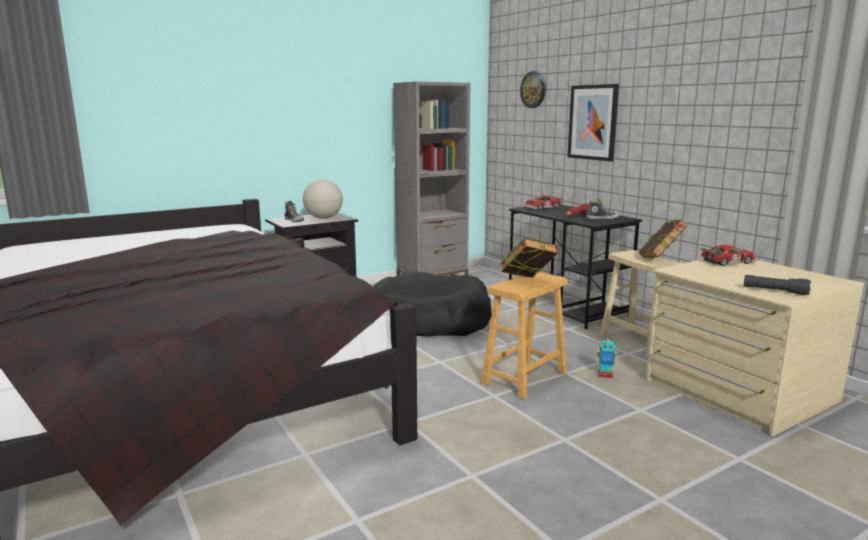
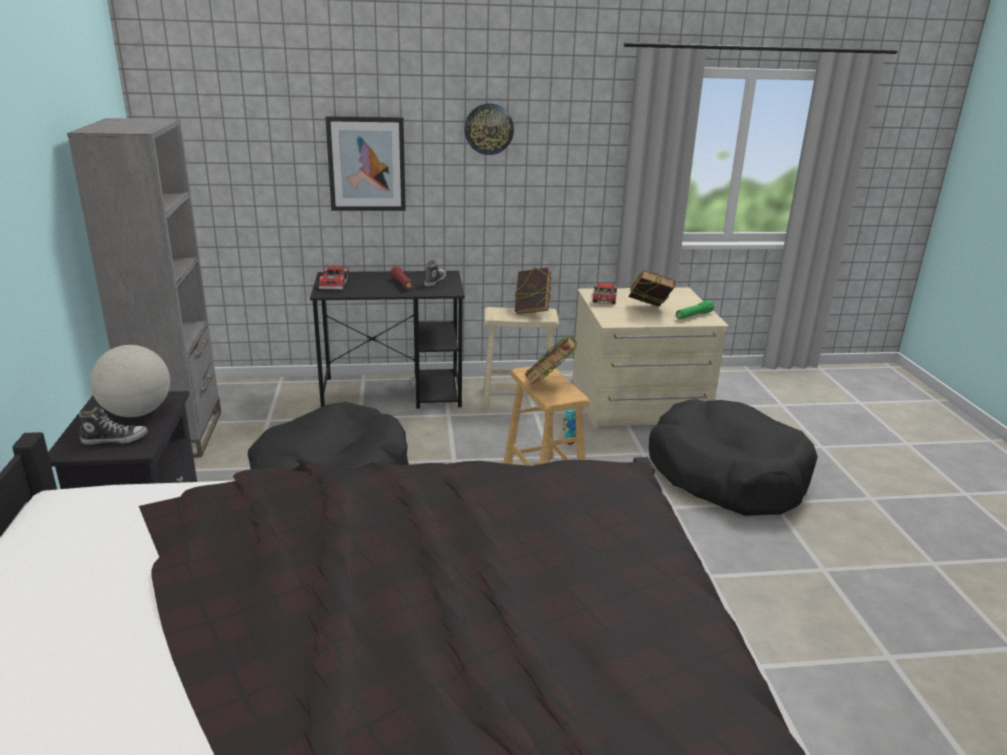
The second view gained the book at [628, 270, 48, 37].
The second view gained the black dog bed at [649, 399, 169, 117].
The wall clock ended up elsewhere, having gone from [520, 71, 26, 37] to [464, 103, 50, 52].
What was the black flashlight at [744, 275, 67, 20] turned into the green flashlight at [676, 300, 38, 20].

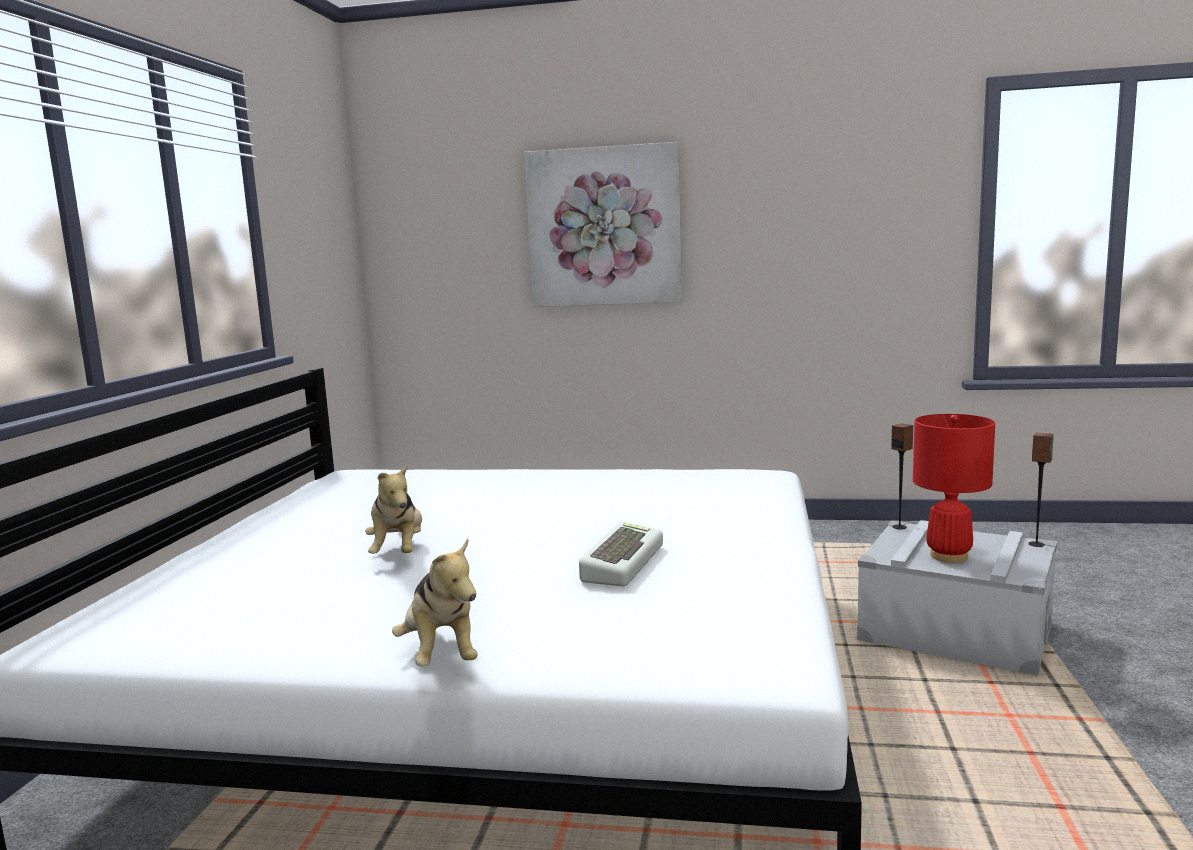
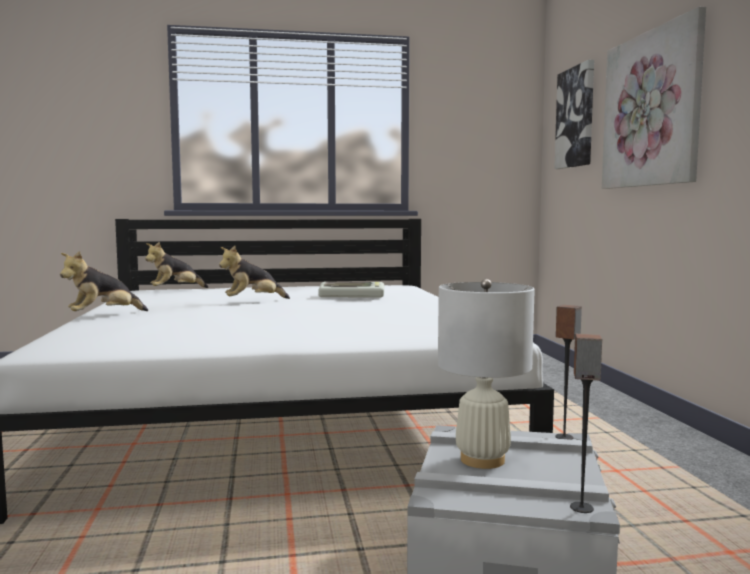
The second view gained the plush toy at [145, 242, 64, 46].
The second view gained the picture at [554, 60, 40, 109].
The keyboard ended up elsewhere, having gone from [579, 521, 84, 65] to [318, 282, 66, 15].
What was the red table lamp at [913, 414, 82, 149] turned into the white table lamp at [438, 279, 97, 190].

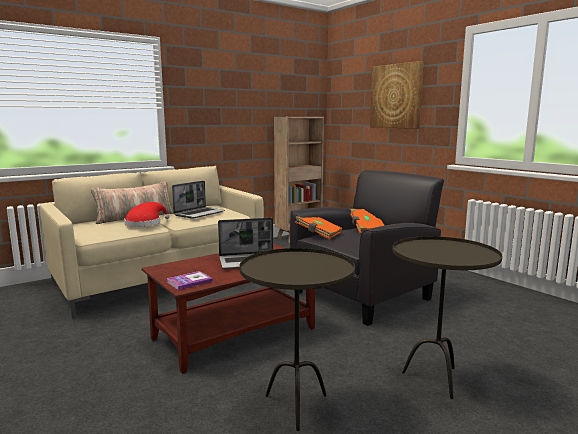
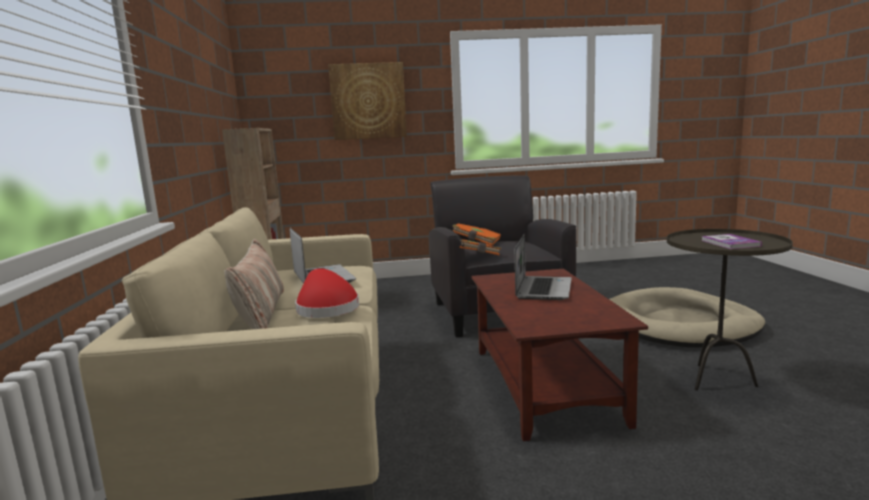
The book ended up elsewhere, having gone from [167, 271, 46, 19] to [702, 234, 60, 15].
Where the brown side table stood at [393, 236, 109, 163], the beige dog bed came to stand at [609, 287, 156, 61].

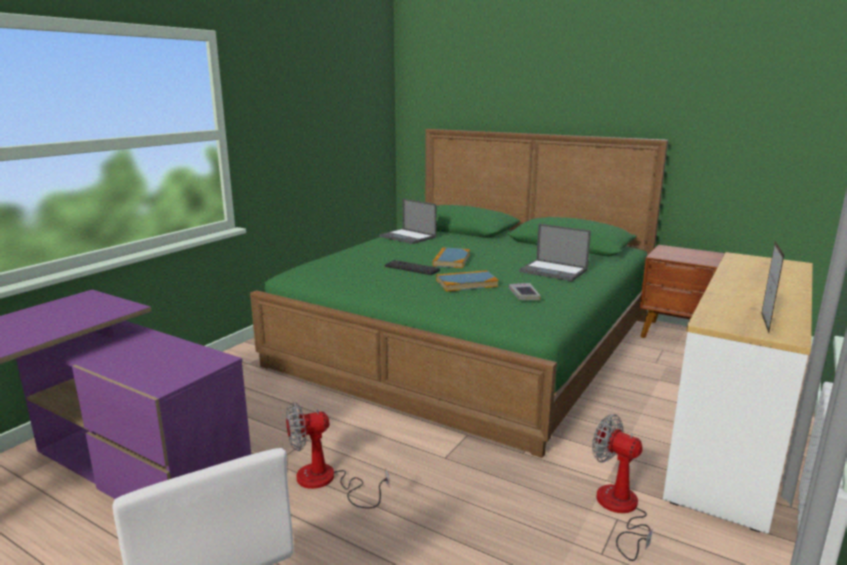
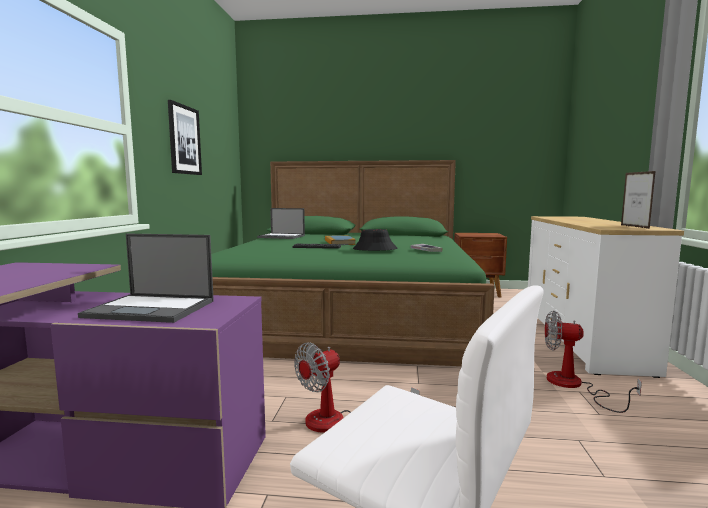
The second view gained the picture at [168, 100, 34, 75].
The laptop ended up elsewhere, having gone from [519, 224, 72, 57] to [78, 233, 136, 90].
Where the book stood at [436, 270, 63, 22], the black hat came to stand at [353, 229, 44, 22].

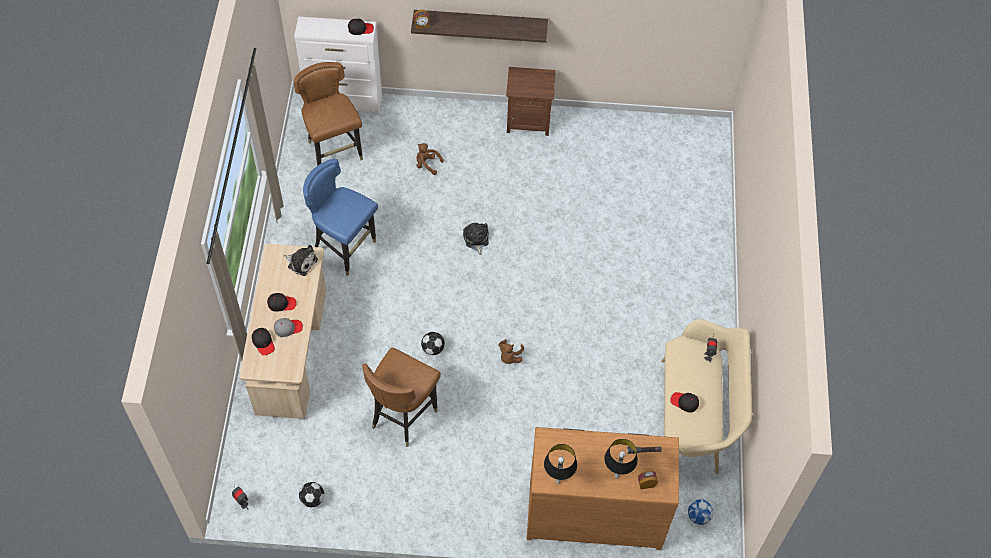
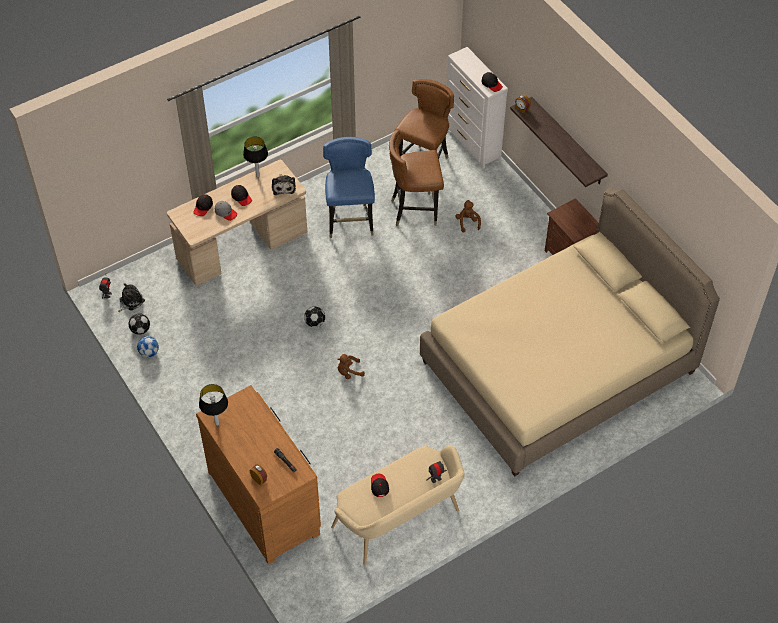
The second view gained the beige bed at [420, 188, 300, 288].
The brown chair ended up elsewhere, having gone from [362, 347, 79, 100] to [389, 130, 55, 96].
The plush toy ended up elsewhere, having gone from [463, 223, 26, 32] to [118, 283, 27, 29].
The table lamp ended up elsewhere, having gone from [604, 439, 34, 40] to [243, 136, 25, 41].
The football ended up elsewhere, having gone from [688, 499, 25, 26] to [137, 336, 22, 22].

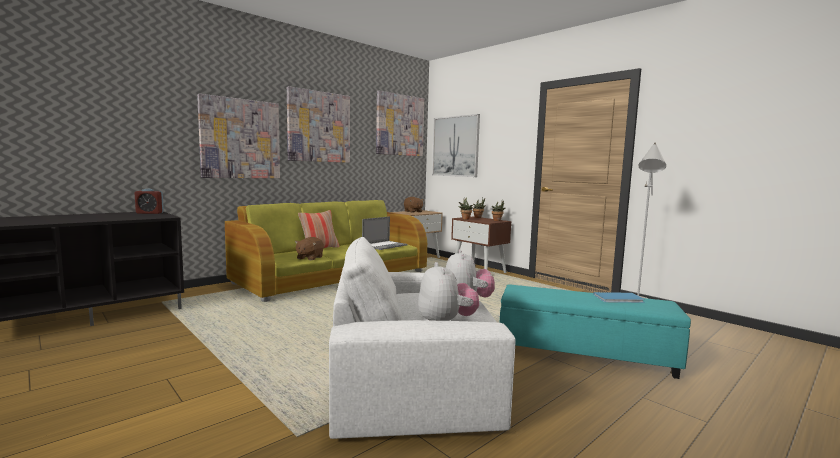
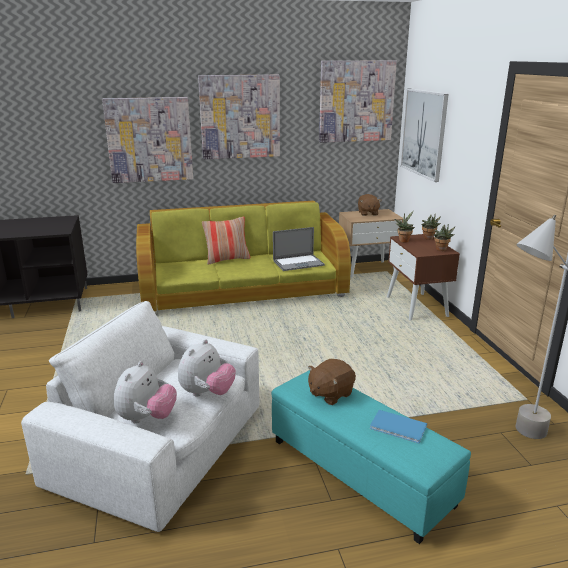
The second view lost the alarm clock at [135, 189, 29, 25].
The brown plush toy ended up elsewhere, having gone from [295, 237, 29, 23] to [308, 359, 48, 46].

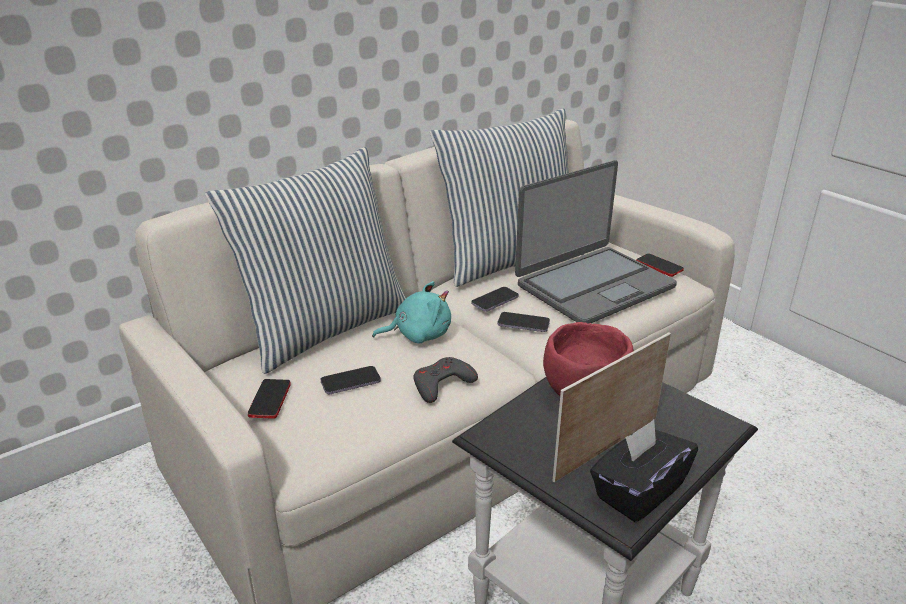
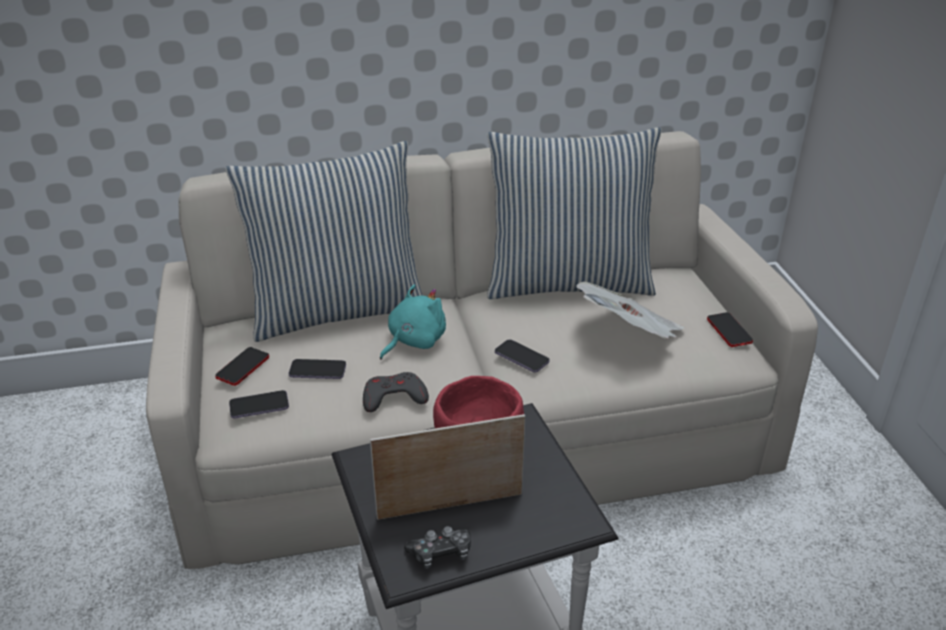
The phone ended up elsewhere, having gone from [471, 287, 48, 24] to [229, 390, 60, 28].
Where the laptop stood at [515, 160, 162, 164], the newspaper came to stand at [576, 282, 109, 57].
Where the black tissue box stood at [590, 420, 108, 102], the game controller came to stand at [404, 526, 67, 43].
The turquoise plush toy at [372, 281, 79, 62] ended up facing another way, 60 degrees counterclockwise from before.

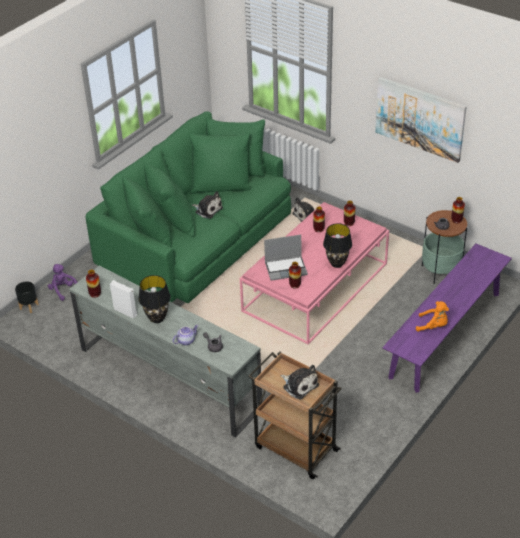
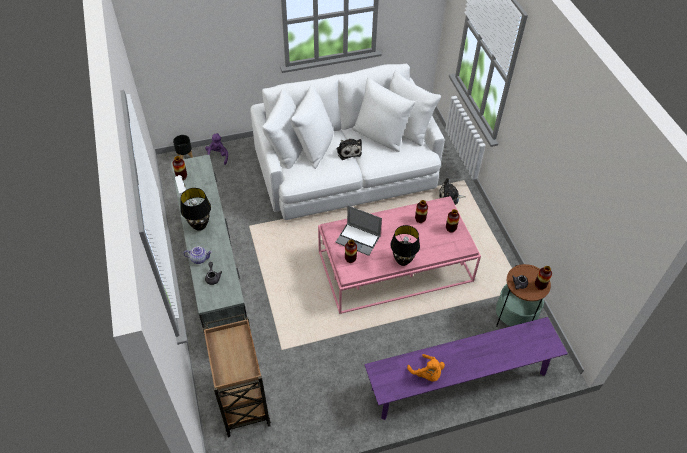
The second view lost the plush toy at [280, 365, 39, 35].
The second view lost the picture at [375, 77, 92, 86].
What was the green sofa at [86, 111, 205, 192] turned into the white sofa at [250, 64, 195, 156].

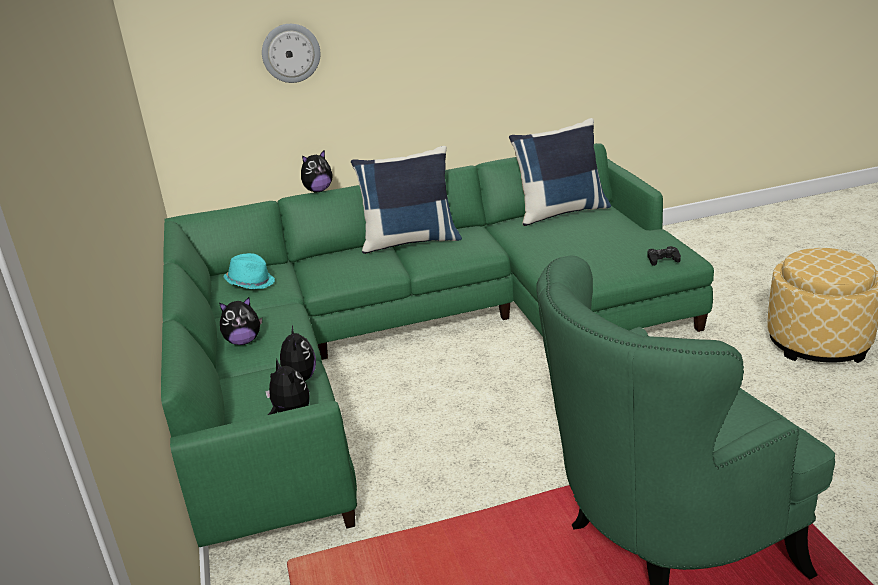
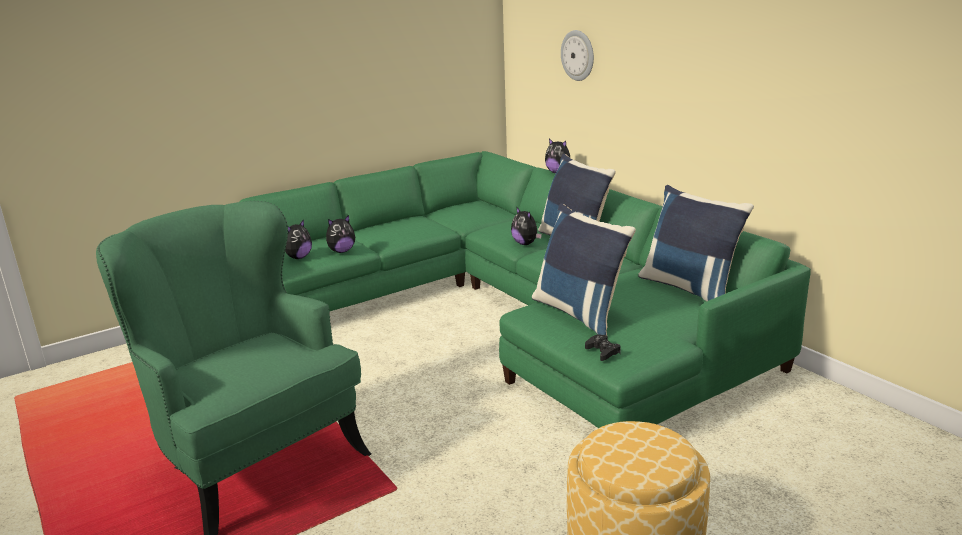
The second view lost the turquoise hat at [224, 253, 51, 36].
The second view gained the blue pillow at [532, 203, 104, 133].
The plush toy ended up elsewhere, having gone from [219, 297, 43, 48] to [511, 207, 31, 38].

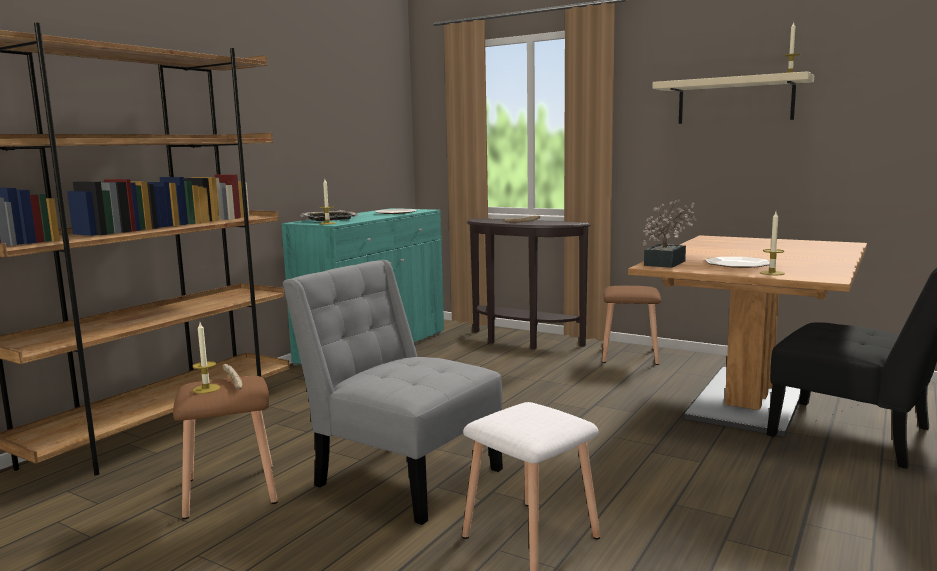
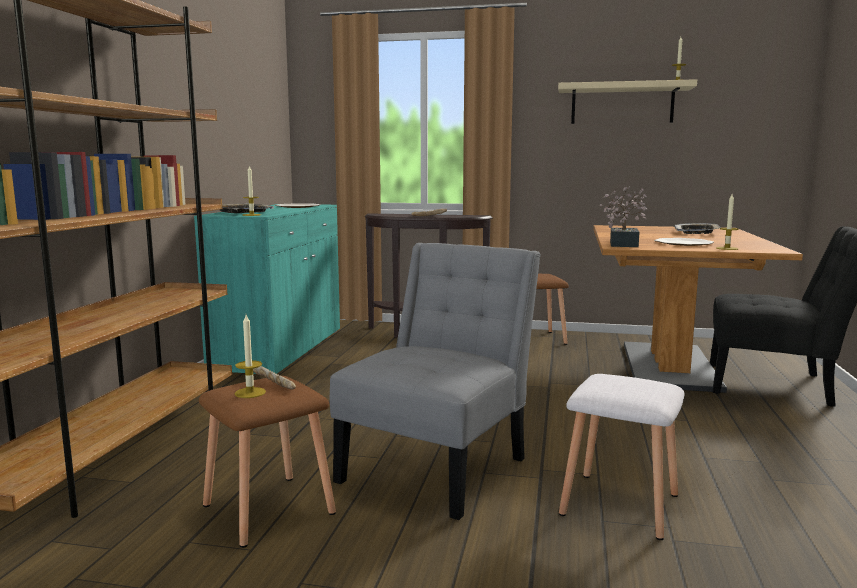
The second view gained the tray at [674, 223, 47, 11].
The grey chair at [283, 260, 220, 265] ended up facing another way, 105 degrees clockwise from before.

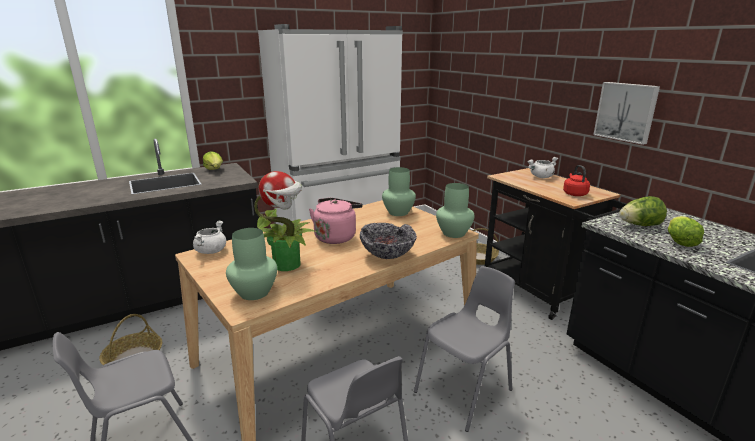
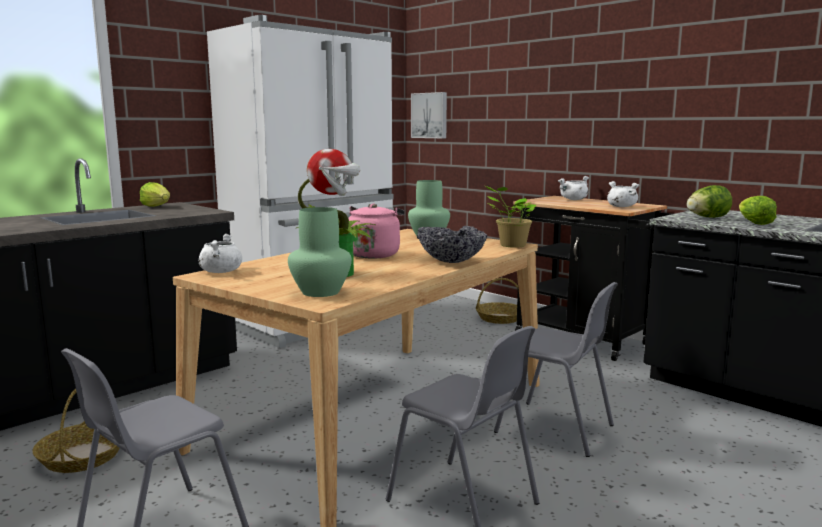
The picture ended up elsewhere, having gone from [593, 82, 67, 63] to [411, 92, 36, 46].
Where the green vase stood at [436, 183, 39, 55], the potted plant came to stand at [485, 186, 51, 62].
Where the red kettle stood at [563, 165, 27, 31], the white cooking pot came to stand at [607, 181, 33, 26].
The grey chair at [414, 266, 101, 166] ended up facing another way, 90 degrees clockwise from before.

